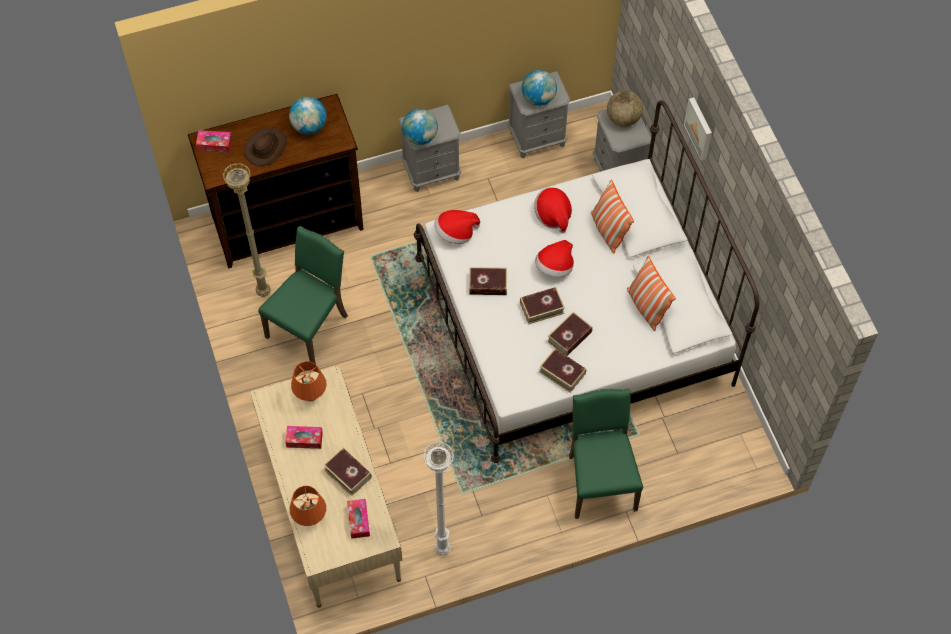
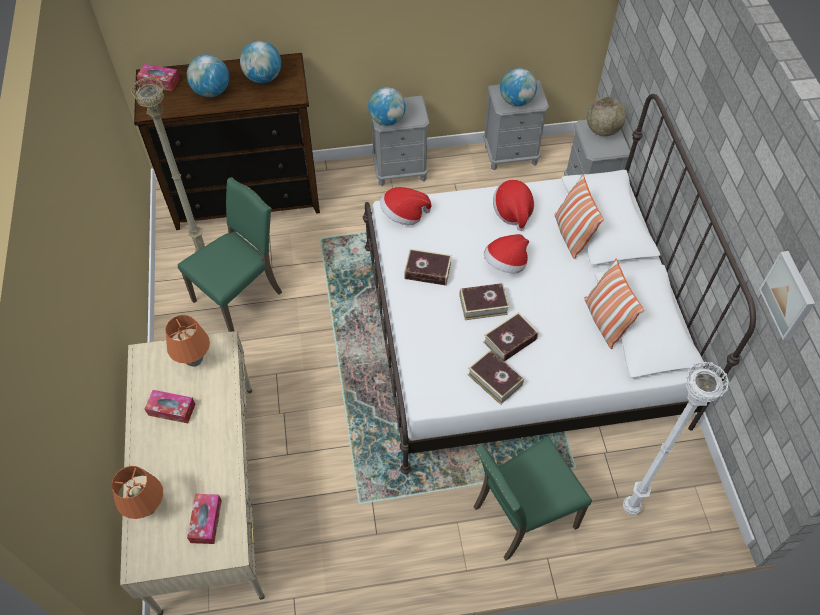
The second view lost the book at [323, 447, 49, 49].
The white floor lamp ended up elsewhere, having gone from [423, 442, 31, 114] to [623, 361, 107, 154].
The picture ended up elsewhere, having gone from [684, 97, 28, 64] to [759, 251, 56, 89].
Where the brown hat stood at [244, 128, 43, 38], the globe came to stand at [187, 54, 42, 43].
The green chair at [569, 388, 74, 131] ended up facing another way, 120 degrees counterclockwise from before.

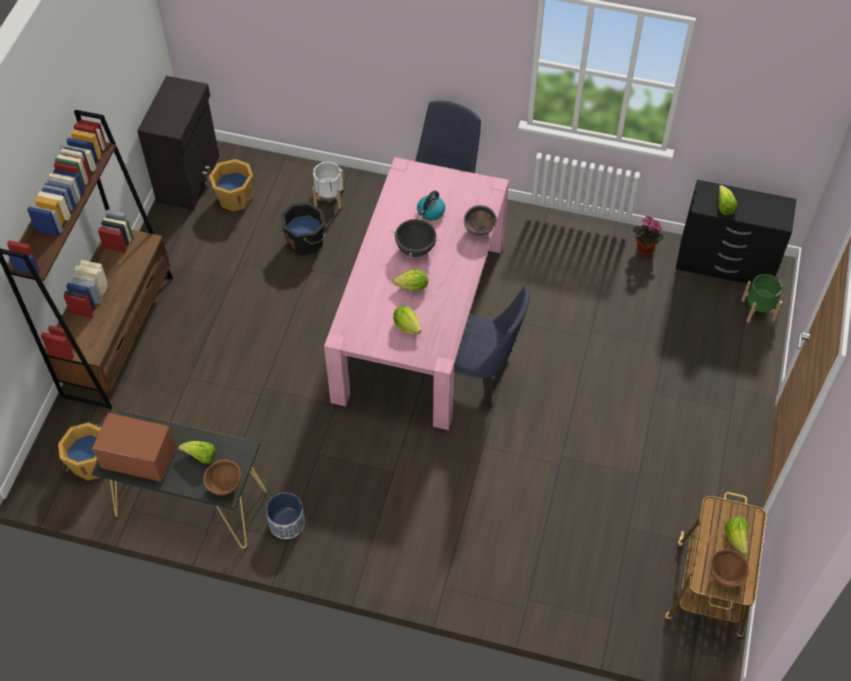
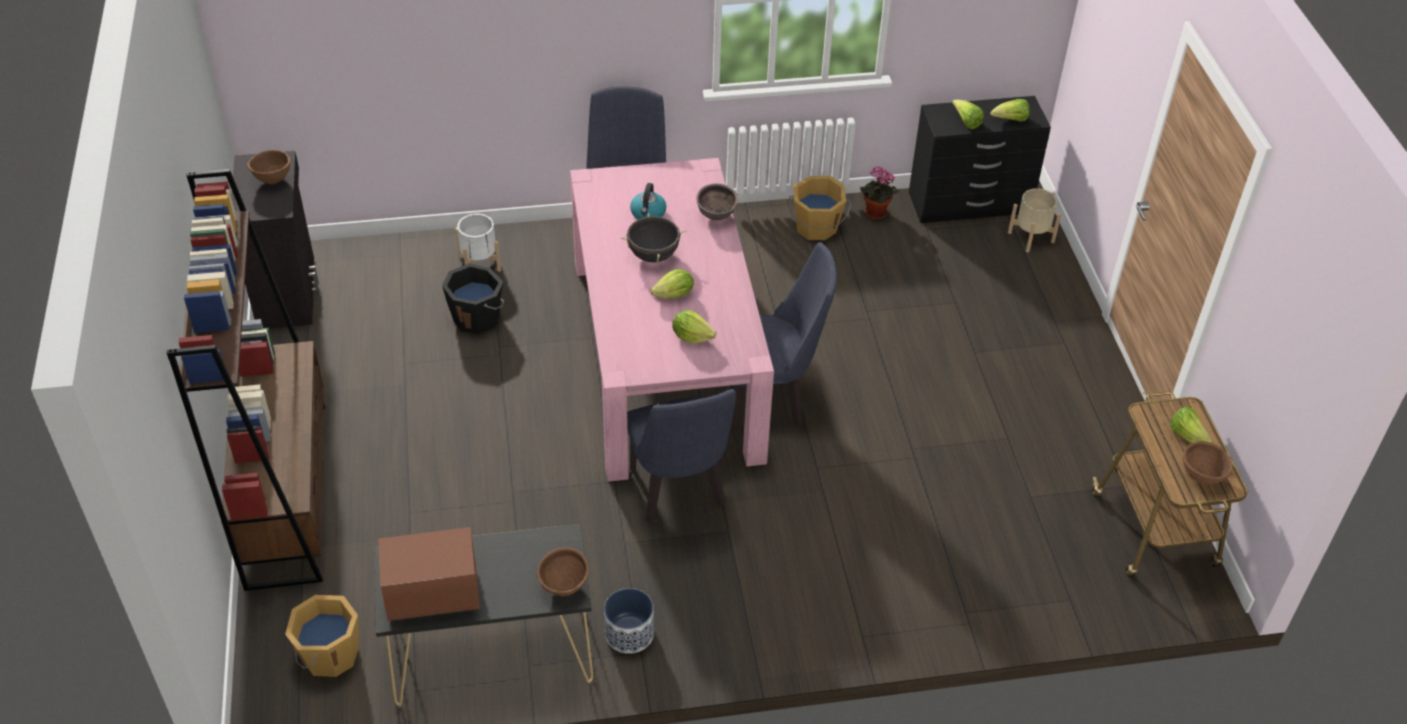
The second view gained the brown bowl at [247, 150, 43, 34].
The second view gained the blue chair at [627, 389, 109, 134].
The lettuce ended up elsewhere, having gone from [178, 441, 38, 23] to [991, 99, 39, 23].
The orange bucket ended up elsewhere, having gone from [208, 159, 46, 52] to [787, 176, 64, 64].
What was the green planter at [741, 274, 41, 49] turned into the beige planter at [1008, 188, 53, 64].

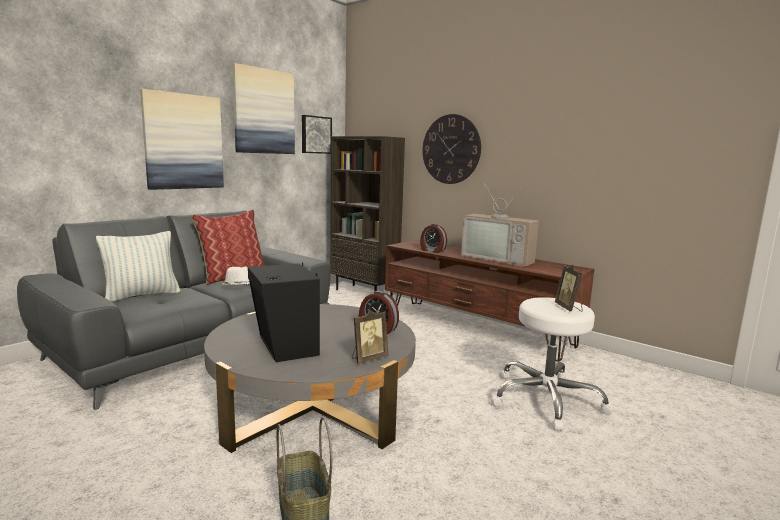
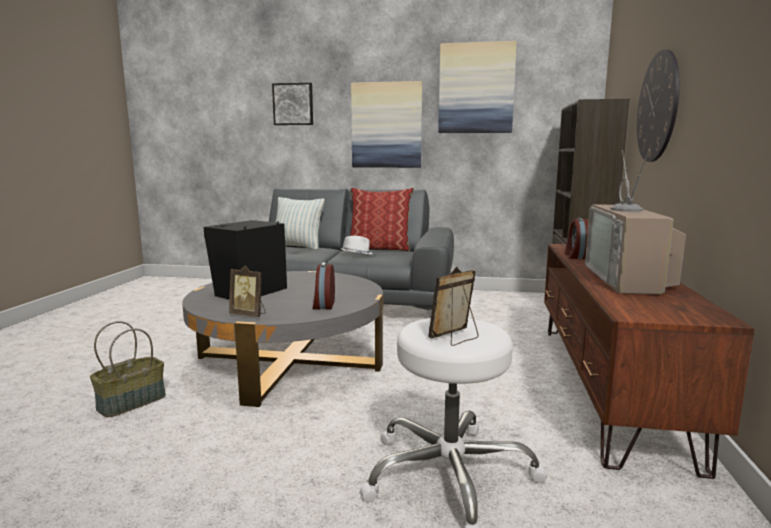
The picture ended up elsewhere, having gone from [302, 115, 30, 39] to [272, 83, 41, 42].

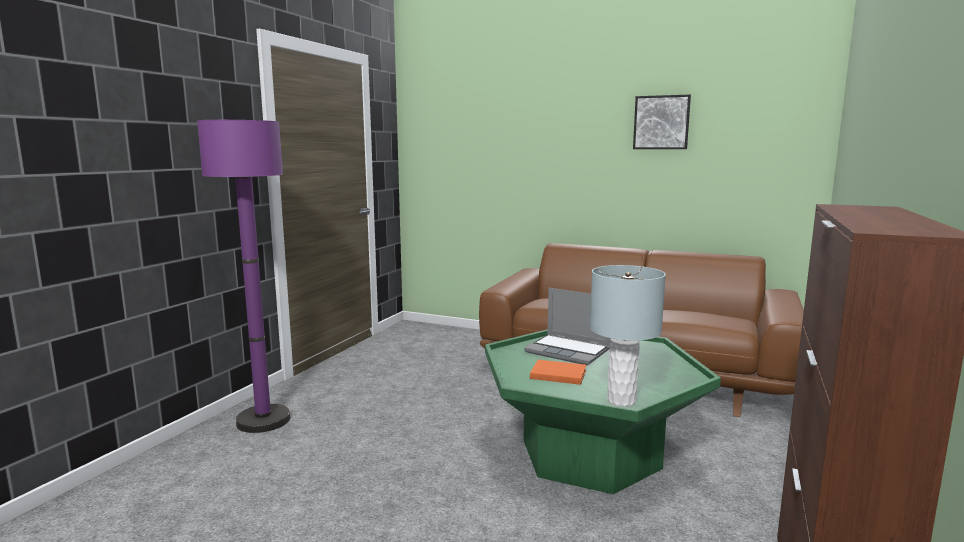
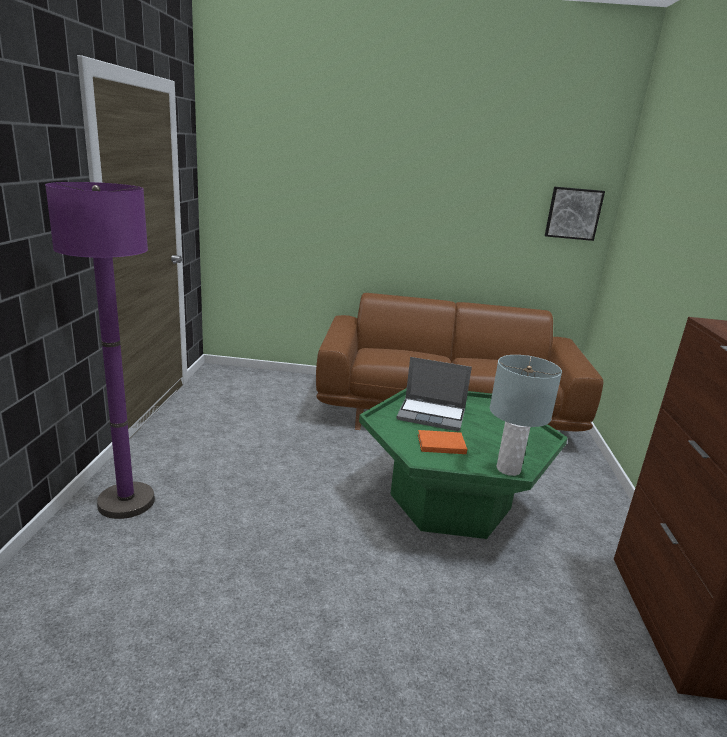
The picture ended up elsewhere, having gone from [633, 95, 58, 54] to [545, 187, 60, 54].

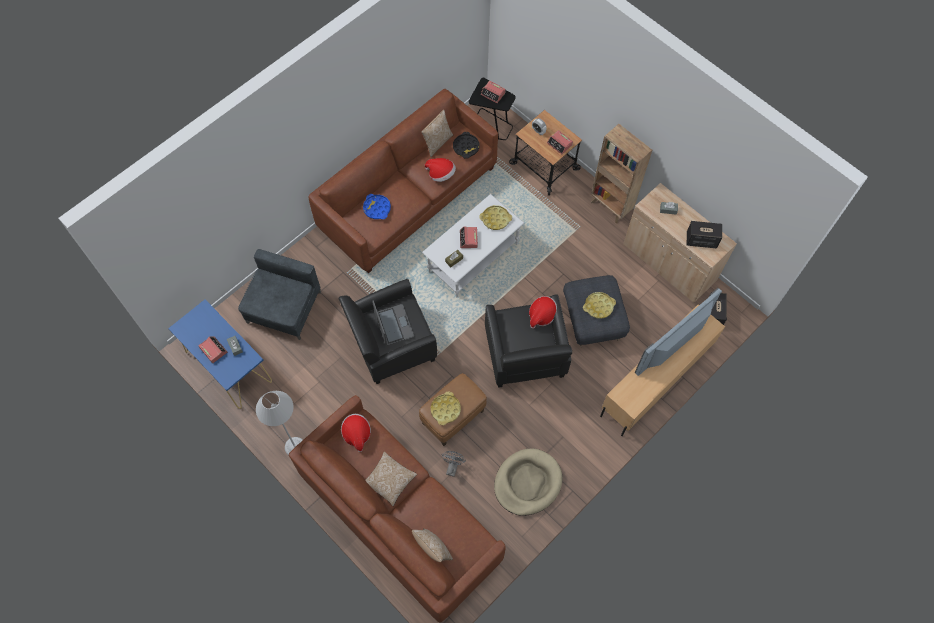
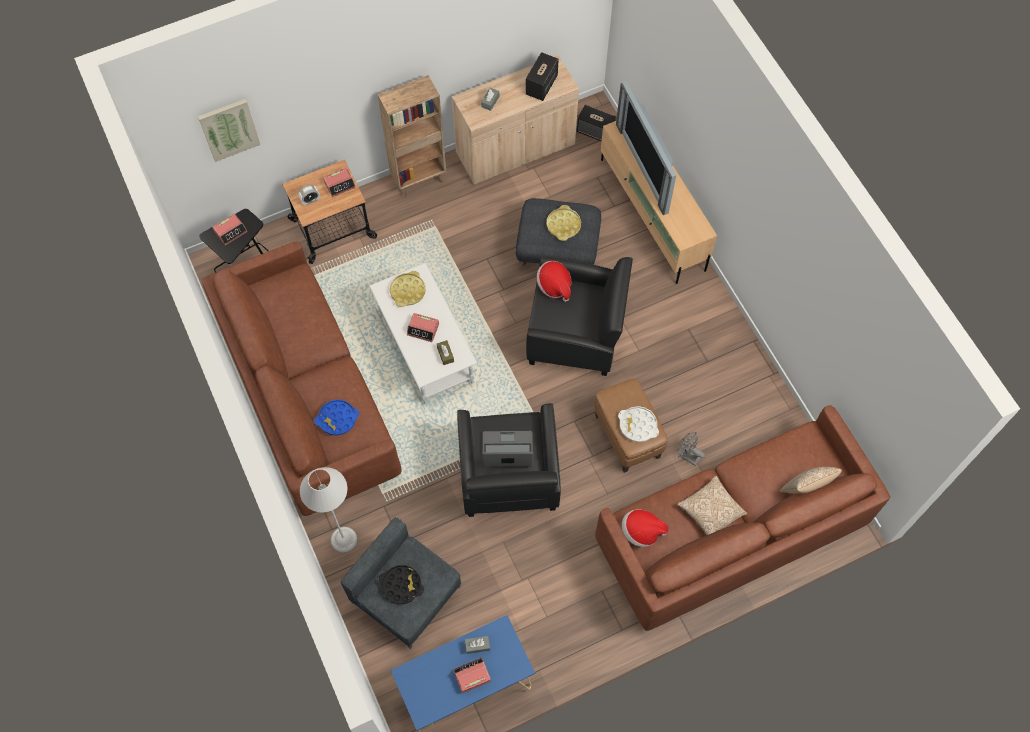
The second view lost the pillow at [421, 110, 32, 47].
The second view lost the hat at [425, 158, 31, 24].
The second view lost the beige dog bed at [494, 448, 68, 68].
The second view gained the picture at [198, 99, 62, 63].
The grey floor lamp ended up elsewhere, having gone from [256, 391, 47, 64] to [300, 467, 57, 86].
The black tray ended up elsewhere, having gone from [453, 132, 27, 27] to [379, 565, 45, 39].
What was the yellow tray at [431, 391, 30, 34] turned into the white tray at [618, 406, 41, 36].

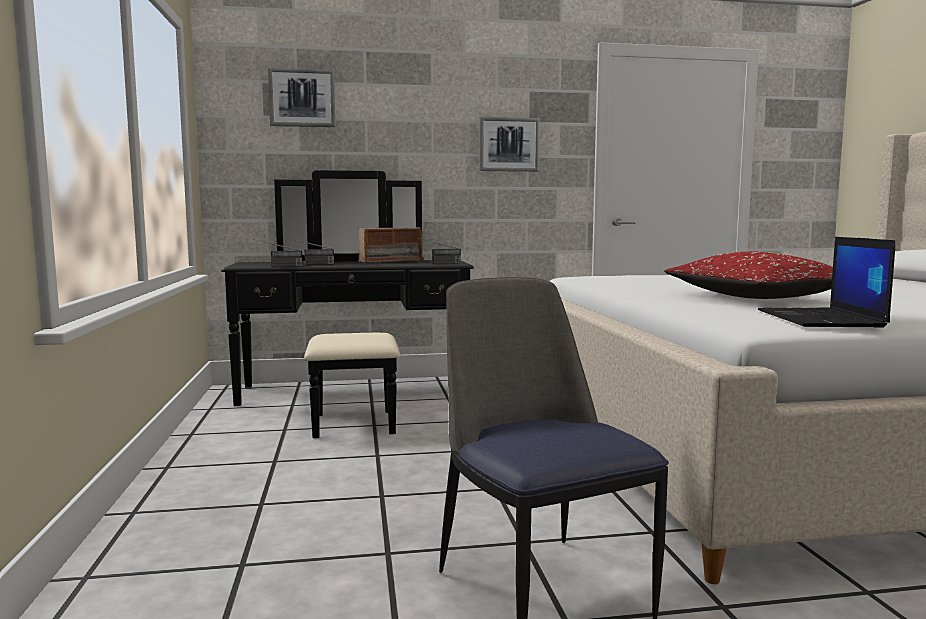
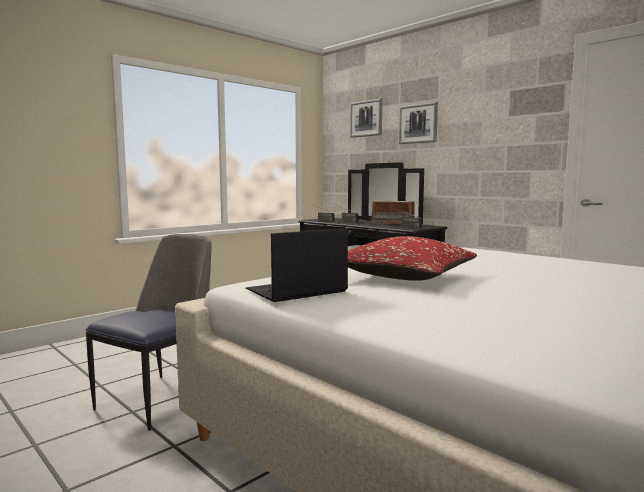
The picture ended up elsewhere, having gone from [479, 117, 61, 55] to [399, 102, 39, 42].

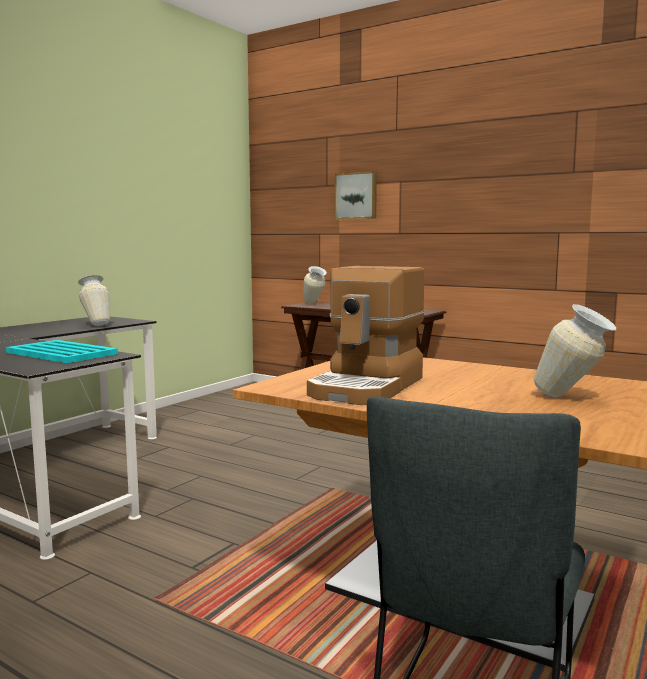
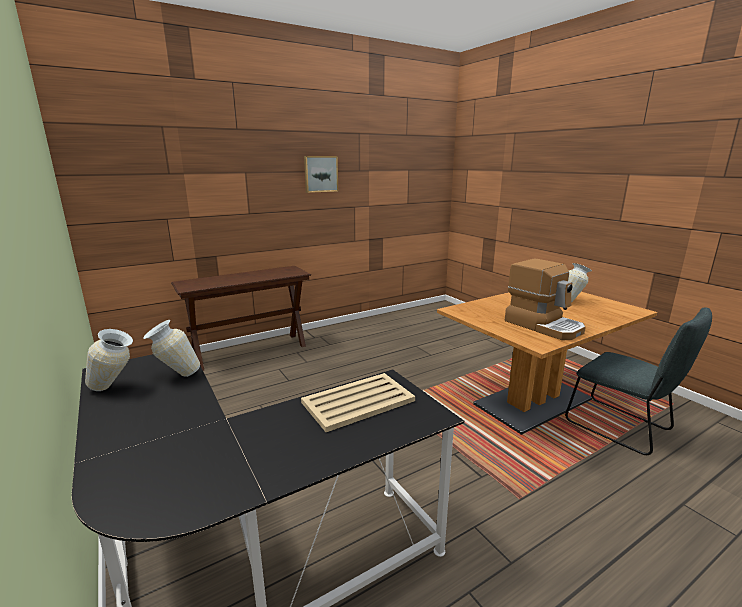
The vase ended up elsewhere, having gone from [303, 266, 24, 38] to [85, 329, 48, 62].
The picture ended up elsewhere, having gone from [335, 171, 42, 48] to [304, 156, 34, 37].
What was the turquoise tray at [6, 340, 112, 23] turned into the beige tray at [301, 373, 114, 59].

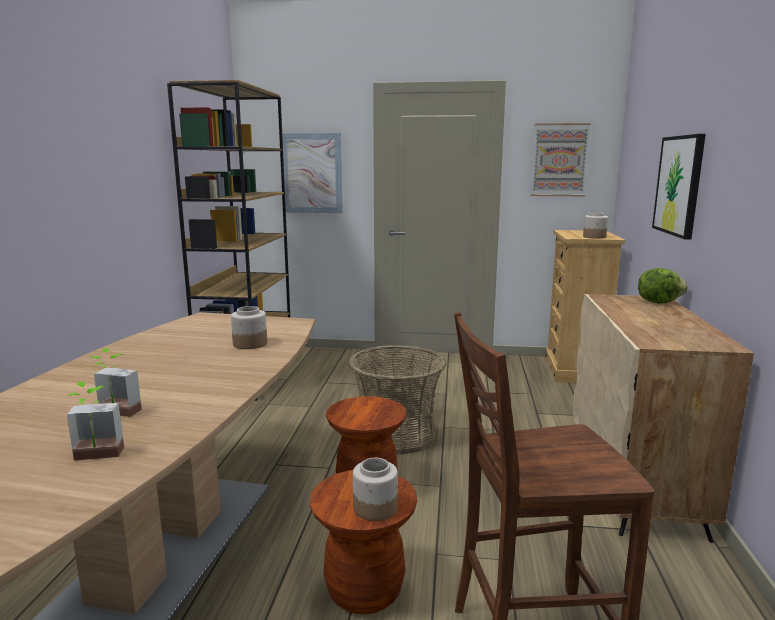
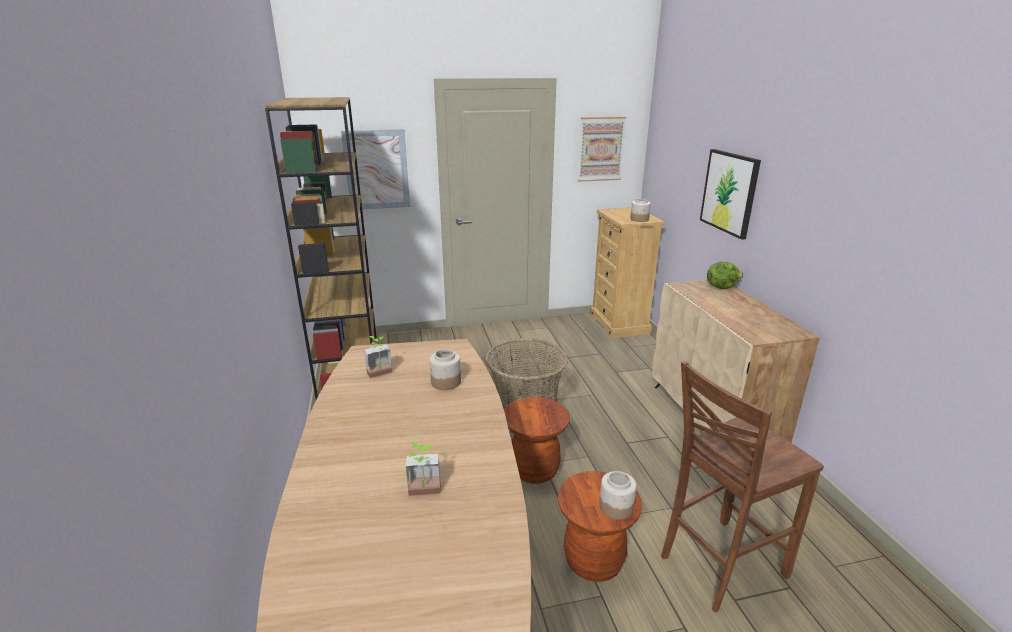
The potted plant ended up elsewhere, having gone from [67, 381, 57, 79] to [364, 336, 28, 42].

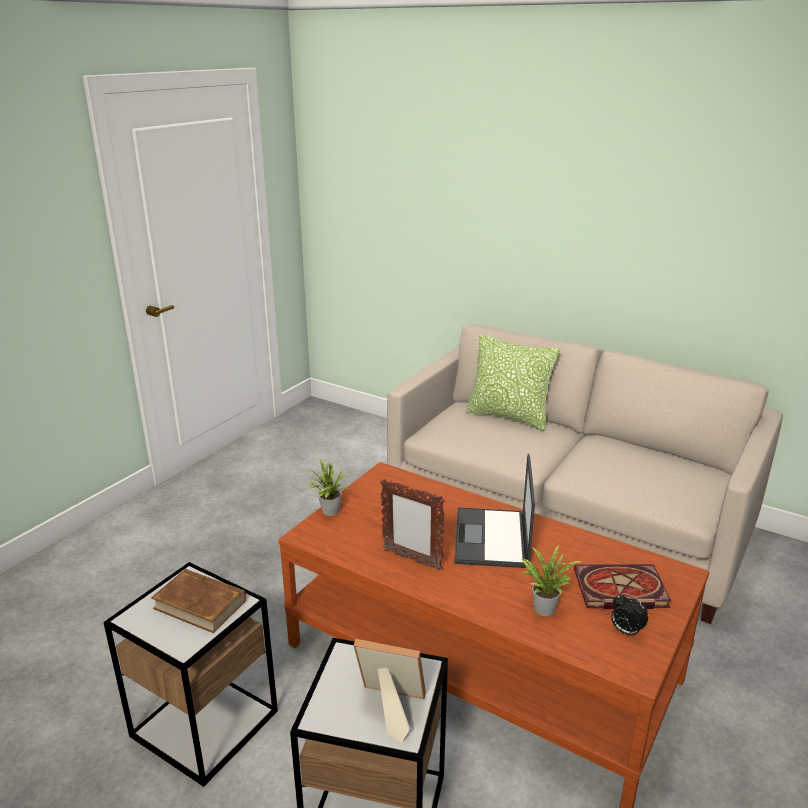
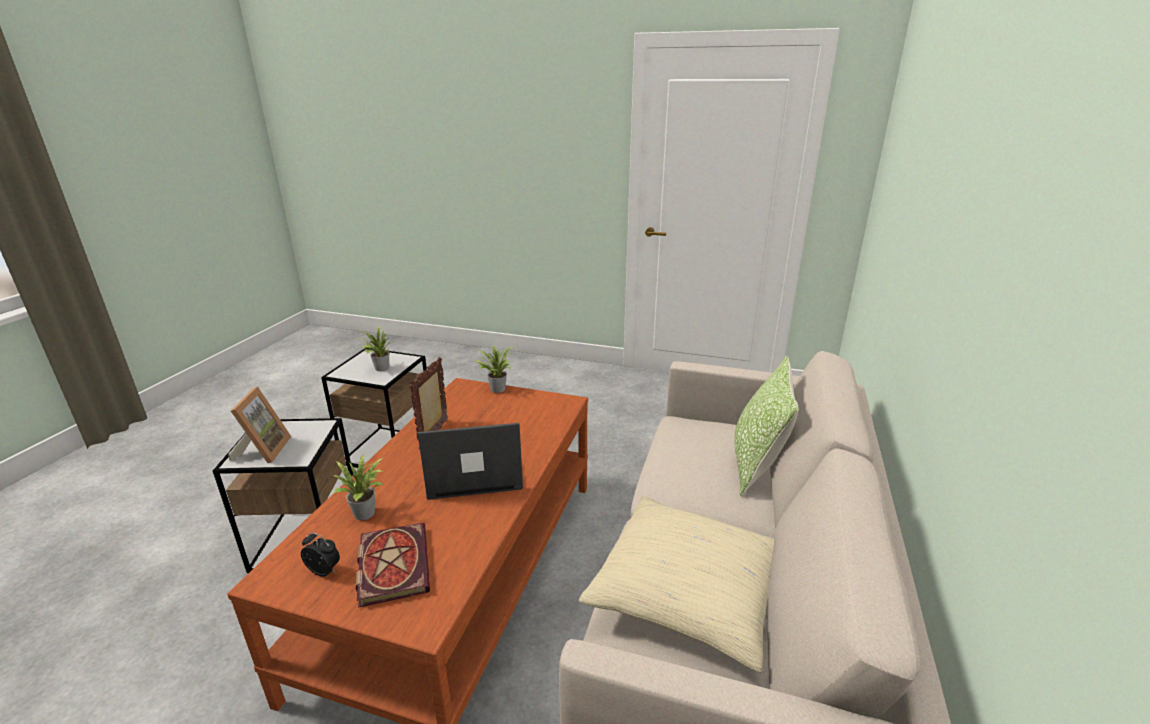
The second view gained the beige pillow at [579, 496, 195, 177].
Where the brown book stood at [151, 569, 95, 64], the potted plant came to stand at [358, 325, 34, 46].
The alarm clock at [611, 593, 37, 44] ended up facing another way, 90 degrees clockwise from before.

